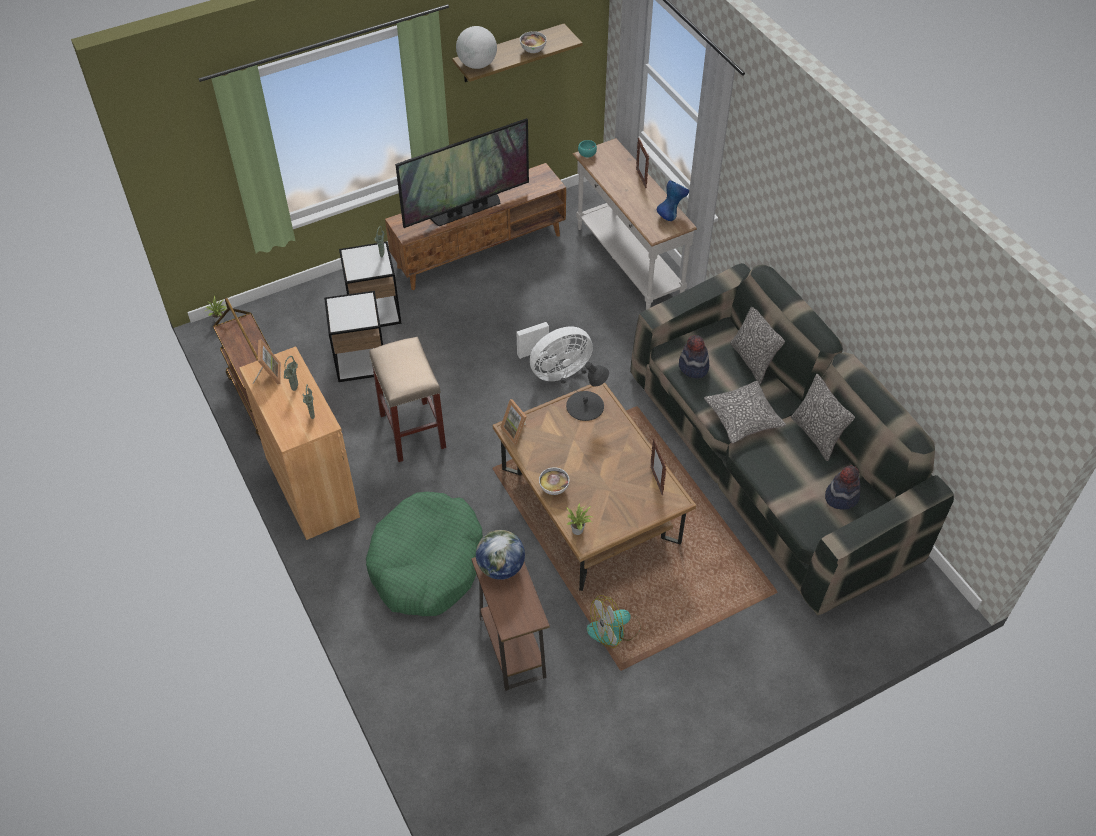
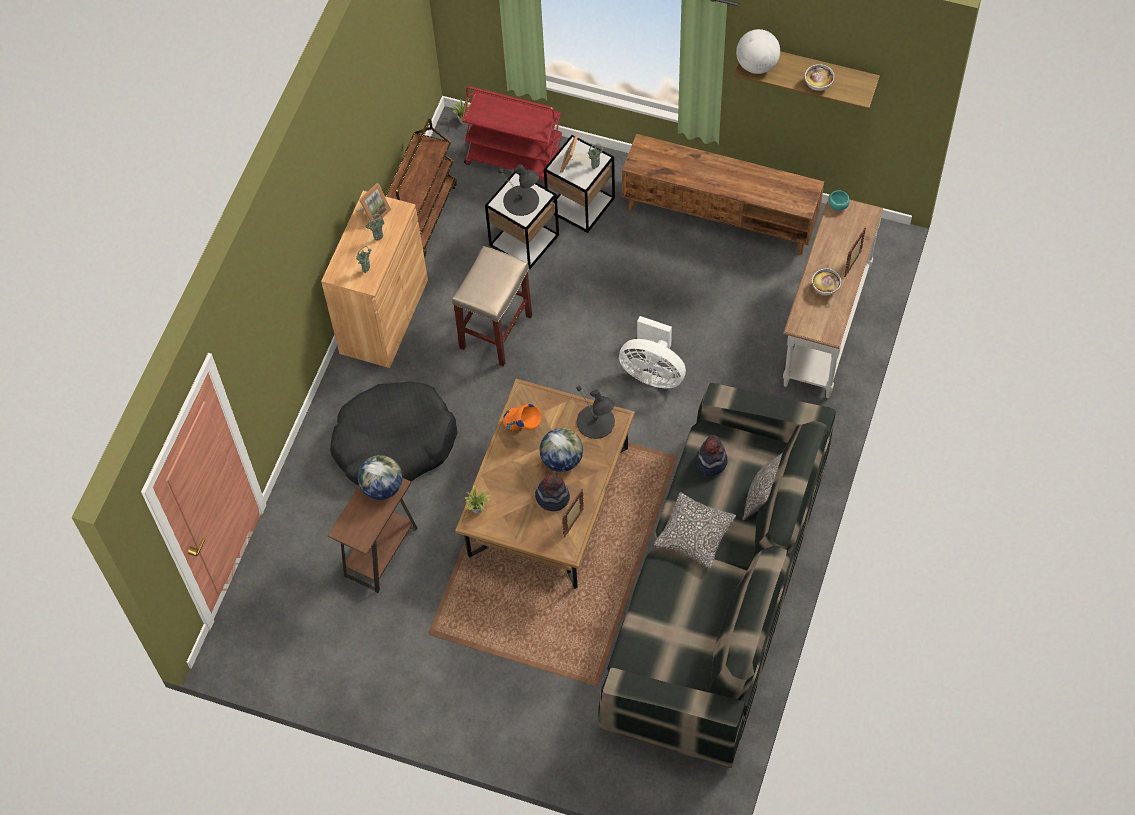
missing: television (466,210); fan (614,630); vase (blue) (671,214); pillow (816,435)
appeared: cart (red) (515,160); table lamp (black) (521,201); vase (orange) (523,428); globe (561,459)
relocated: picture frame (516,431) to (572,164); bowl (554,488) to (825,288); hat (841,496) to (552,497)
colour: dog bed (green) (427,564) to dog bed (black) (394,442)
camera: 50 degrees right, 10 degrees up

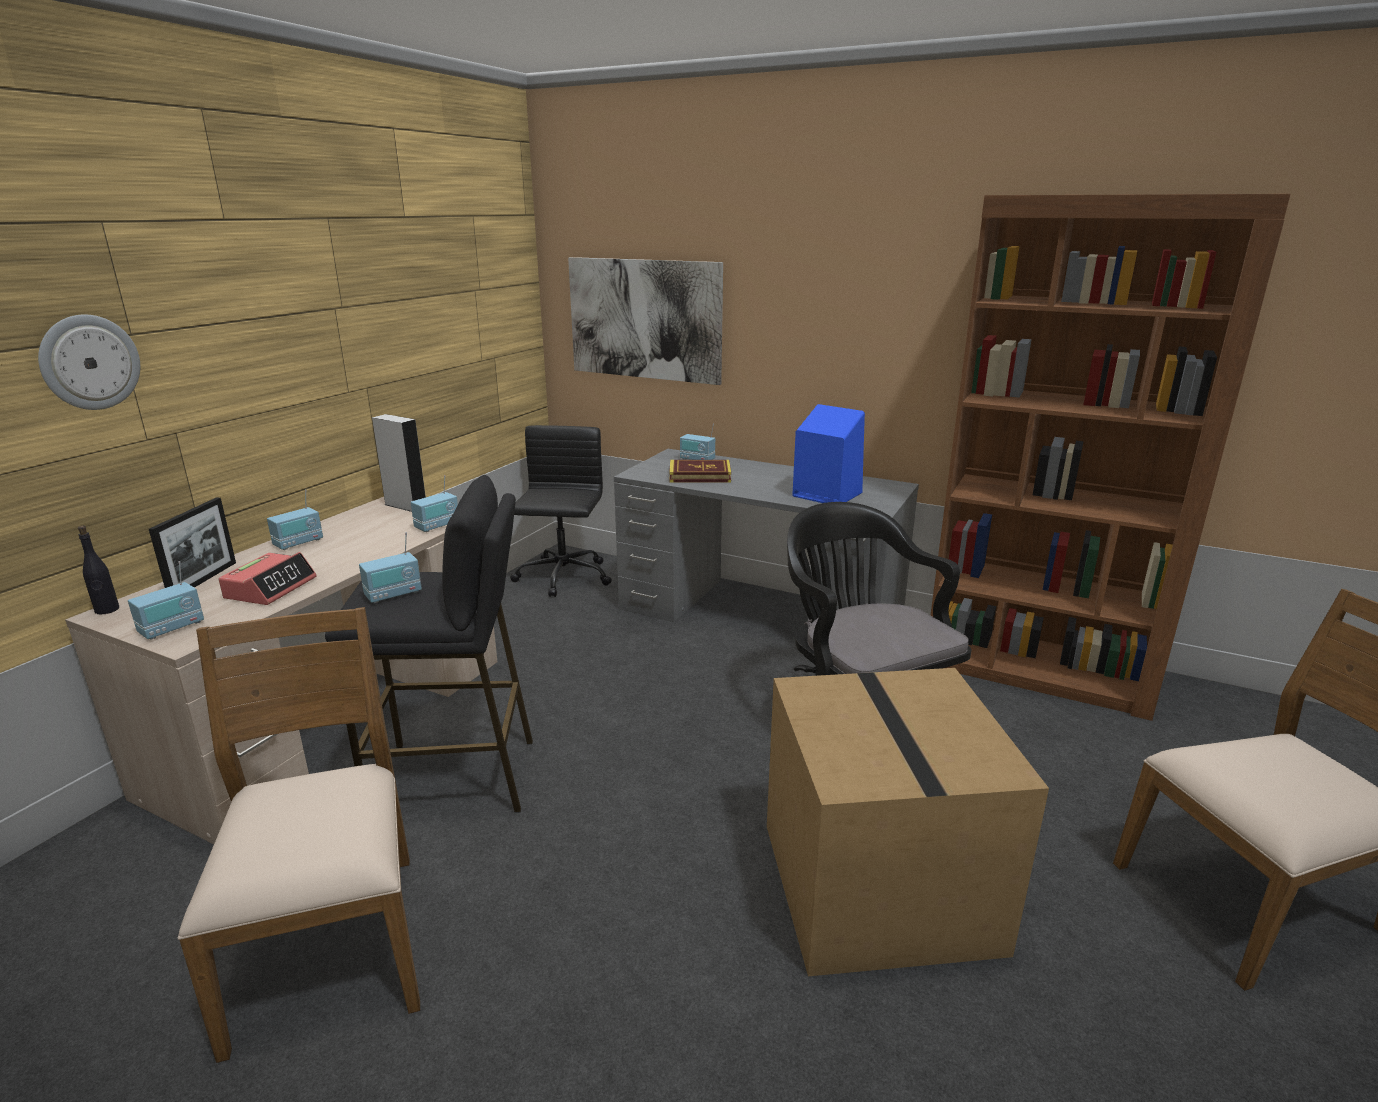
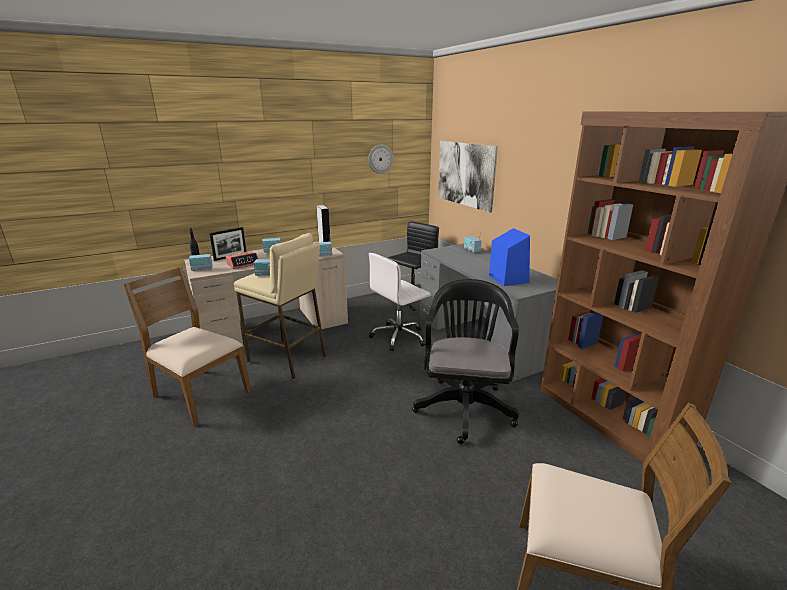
missing: book (700,475); cardboard box (882,887)
appeared: office chair (white) (399,337)
relocated: wall clock (89,362) to (380,159)
colour: stool (black) (456,778) to stool (beige) (287,359)
spun: chair (brown) (332,944) = (199,394) 75 degrees counterclockwise
camera: 35 degrees right, 0 degrees up

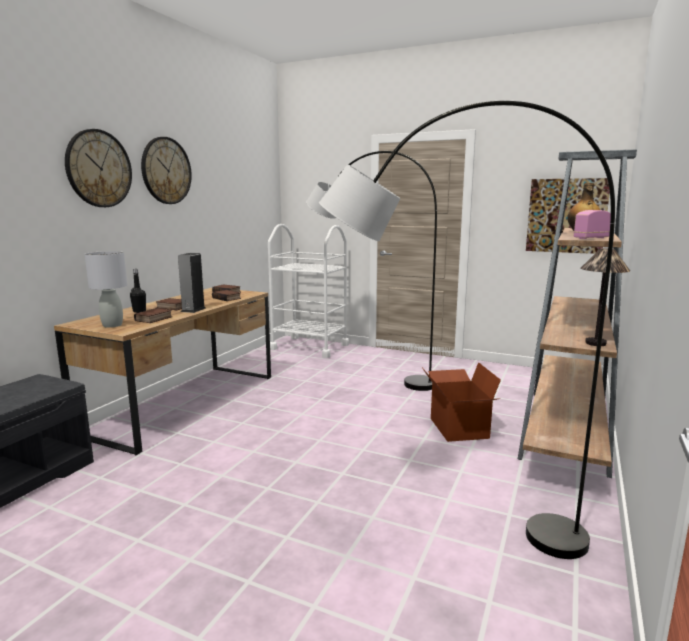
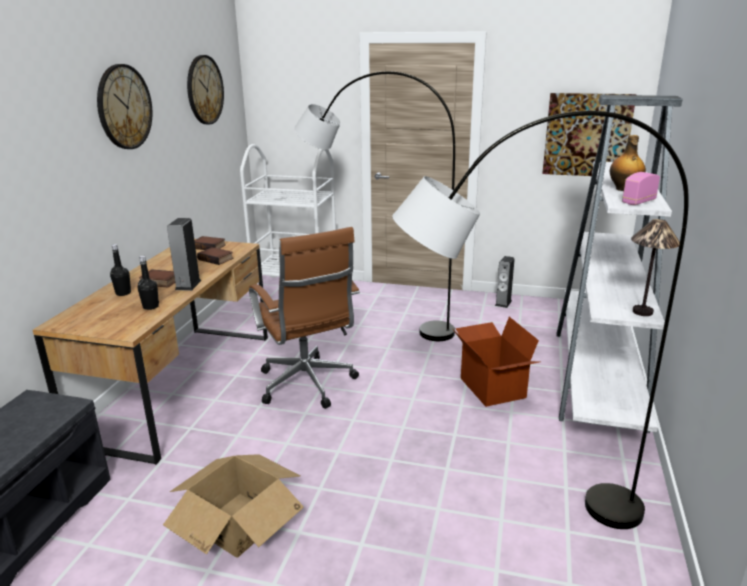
missing: table lamp (grey) (112,325)
appeared: cardboard box (239,524); office chair (brown) (308,386); speaker (503,303)
relocated: wall clock (99,169) to (204,90)
exchanged: book (154,319) to bottle (black) (150,307)
colour: bookcase (brown) (566,430) to bookcase (white) (597,378)
camera: 10 degrees left, 10 degrees up

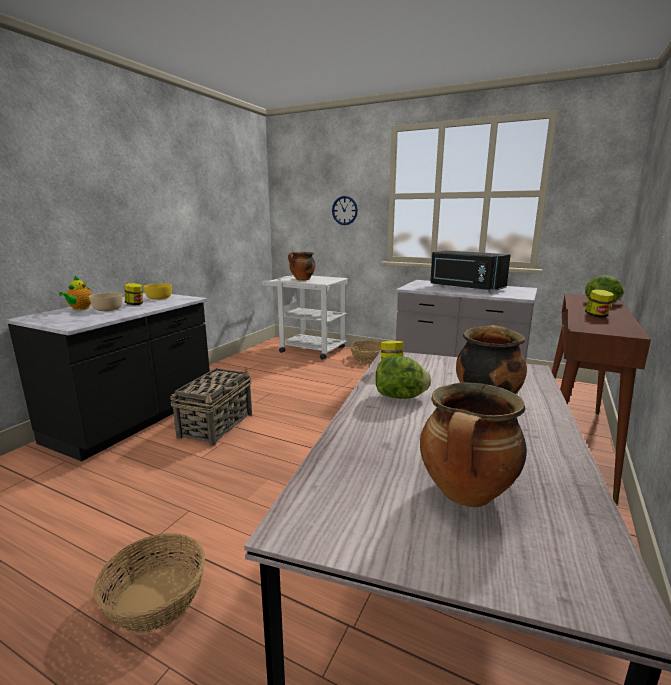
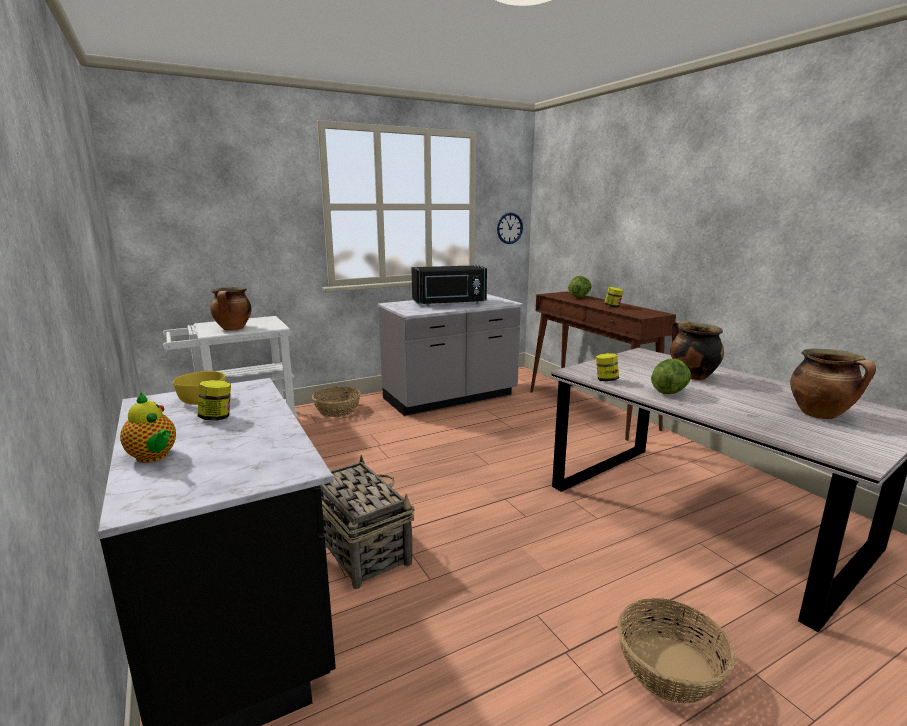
missing: bowl (beige) (107,309)
relocated: wall clock (344,210) to (509,228)
camera: 55 degrees left, 0 degrees up

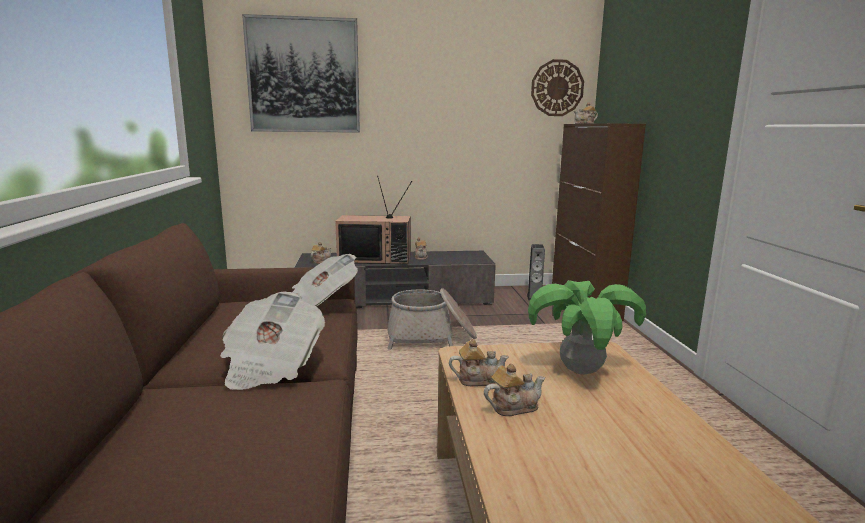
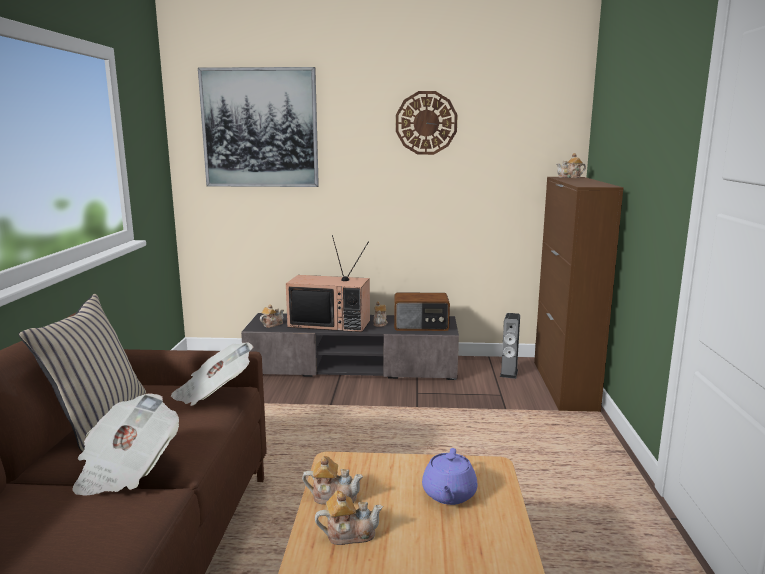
missing: basket (431,337)
appeared: pillow (beige) (97,419); radio (421,326)
relocated: wall clock (557,88) to (426,123)
exchanged: potted plant (581,370) to teapot (purple) (448,494)
camera: 10 degrees right, 0 degrees up

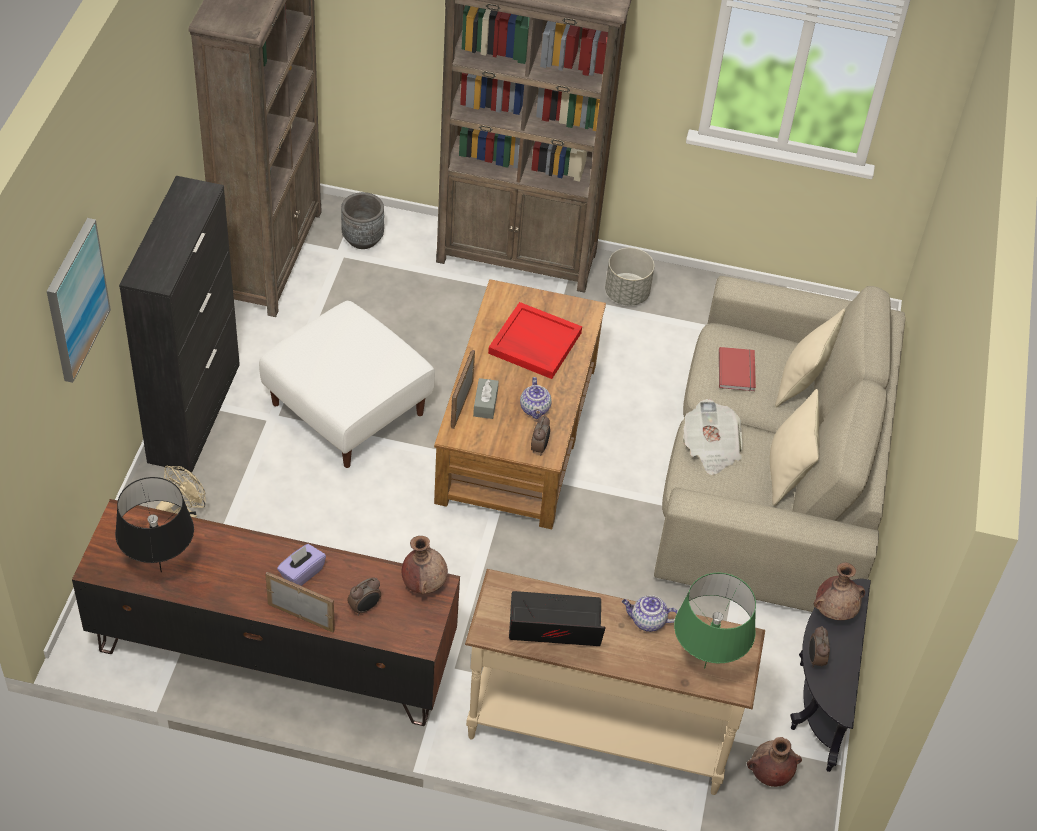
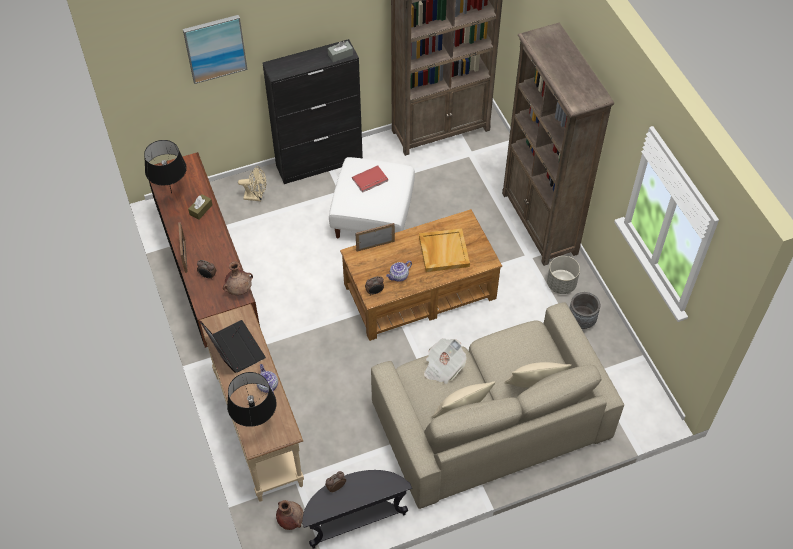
missing: tissue box (purple) (301,573); vase (brown) (835,611)
appeared: tissue box (brown) (201,210)
relocated: planter (grey) (363,239) to (581,320); tissue box (grey) (485,403) to (340,55); book (red) (738,370) to (370,180)
colour: tray (red) (534,343) to tray (beige) (443,251); table lamp (green) (704,668) to table lamp (black) (256,425)
camera: 60 degrees right, 5 degrees up

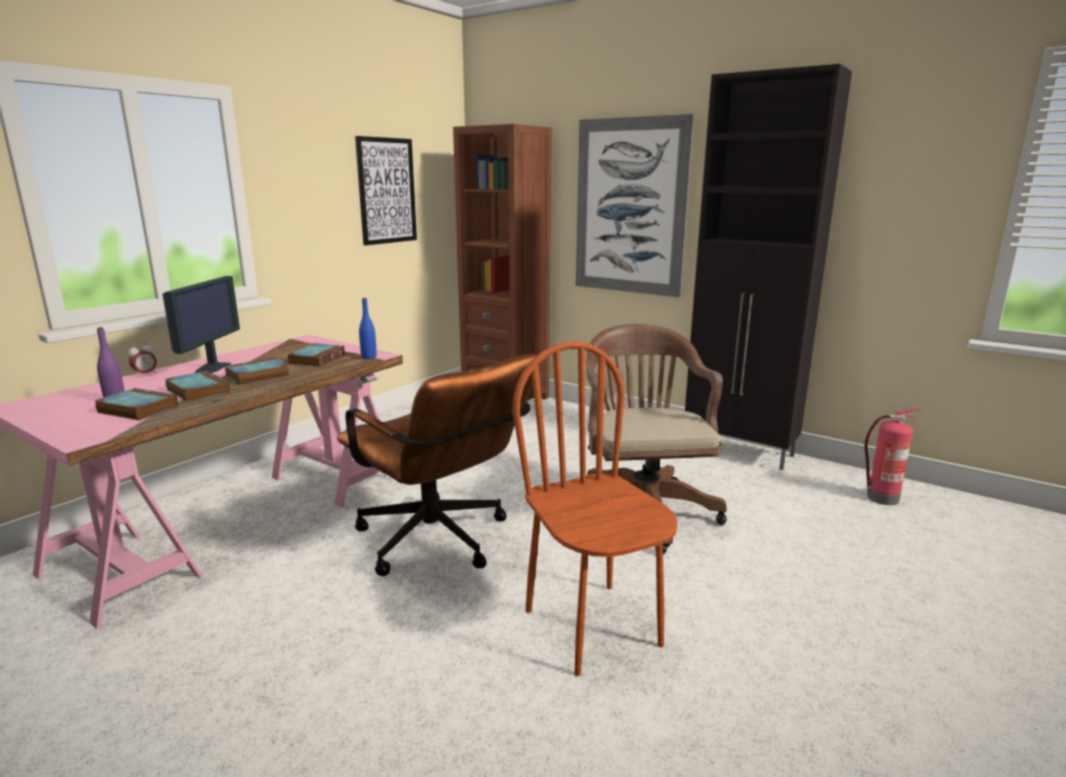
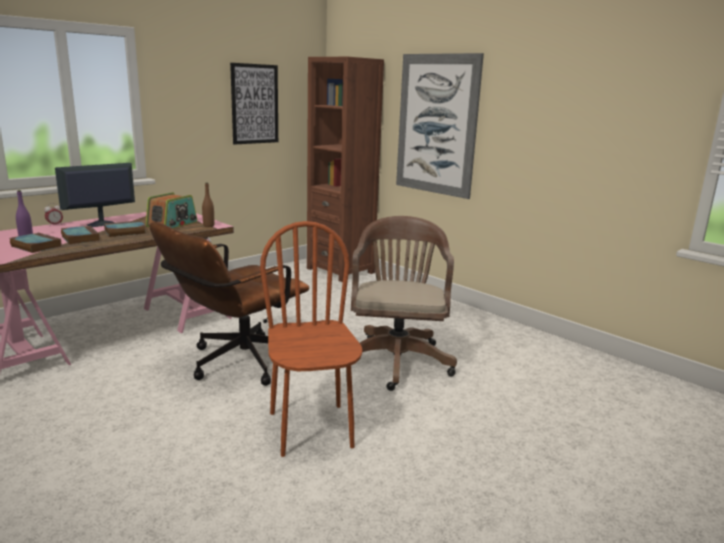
missing: cabinet (black) (740,452); fire extinguisher (881,498)
exchanged: book (317,359) to radio (172,224)
colour: bottle (blue) (369,357) to bottle (brown) (208,226)
spun: monitor (213,367) = (101,224) 150 degrees counterclockwise; office chair (brown) (440,543) = (236,364) 75 degrees clockwise
camera: 10 degrees right, 0 degrees up

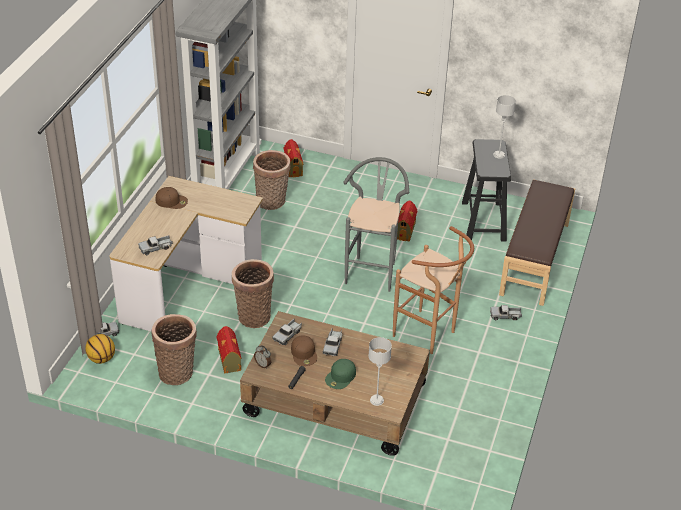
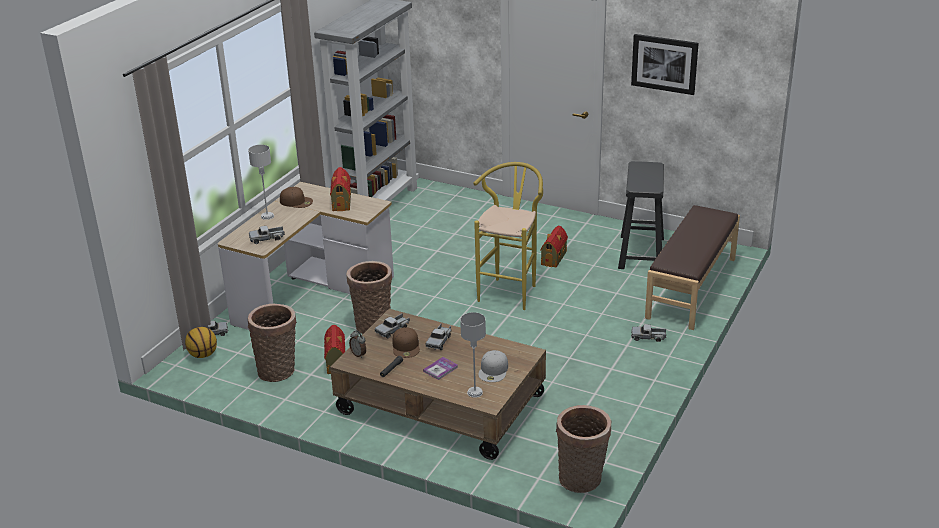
missing: stool (brown) (429,335)
appeared: cap (white) (493,370); picture (664,63)
relocated: basket (272,202) to (582,480); toy house (293,167) to (342,202); table lamp (grey) (499,155) to (267,216)
exchanged: cap (green) (341,377) to book (440,369)
colour: stool (grey) (372,270) to stool (yellow) (510,291)
camera: 10 degrees right, 10 degrees down

